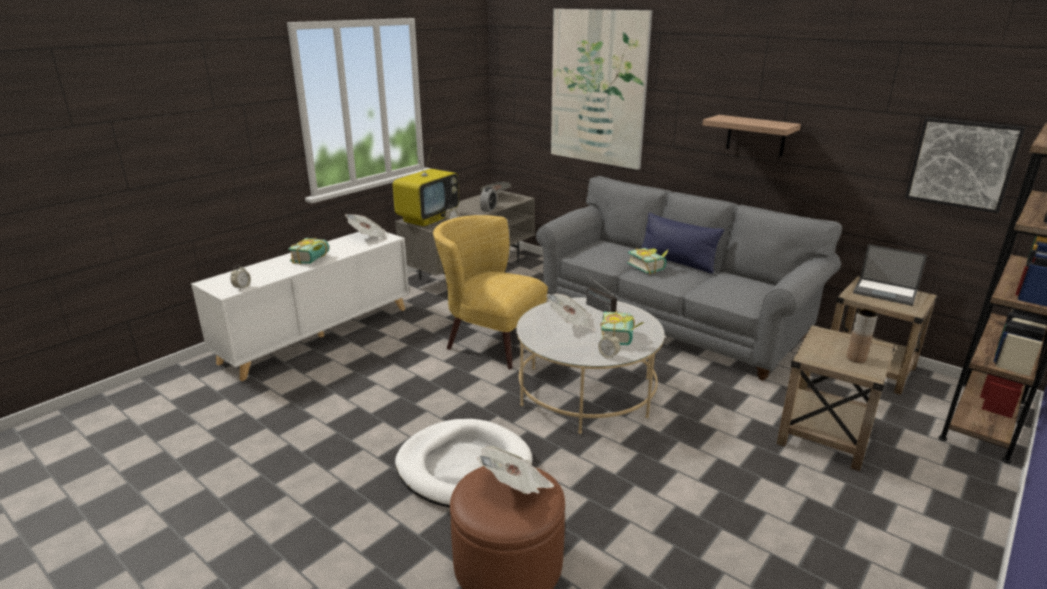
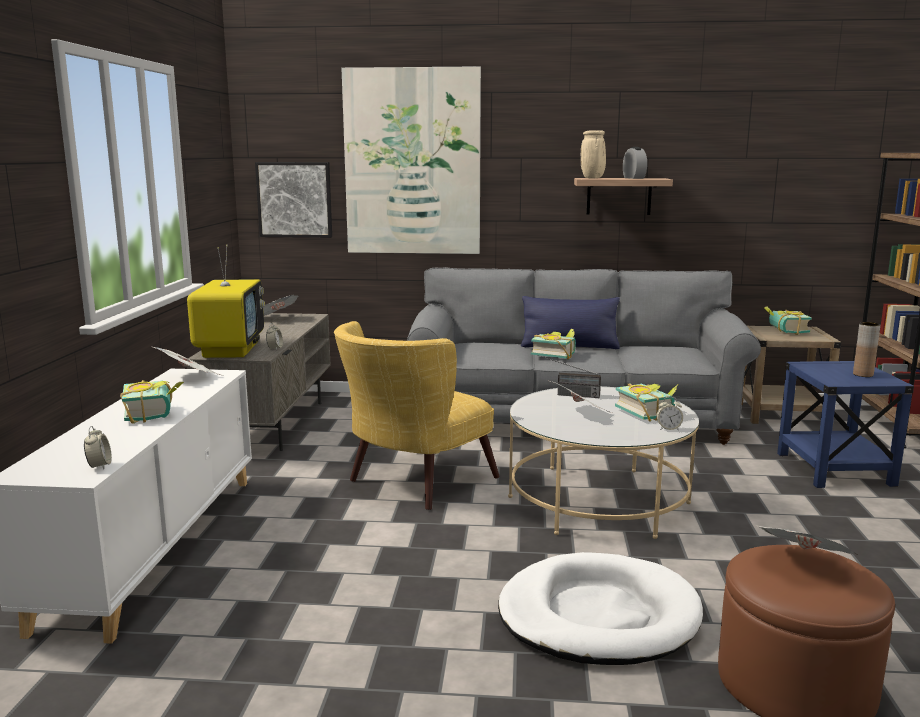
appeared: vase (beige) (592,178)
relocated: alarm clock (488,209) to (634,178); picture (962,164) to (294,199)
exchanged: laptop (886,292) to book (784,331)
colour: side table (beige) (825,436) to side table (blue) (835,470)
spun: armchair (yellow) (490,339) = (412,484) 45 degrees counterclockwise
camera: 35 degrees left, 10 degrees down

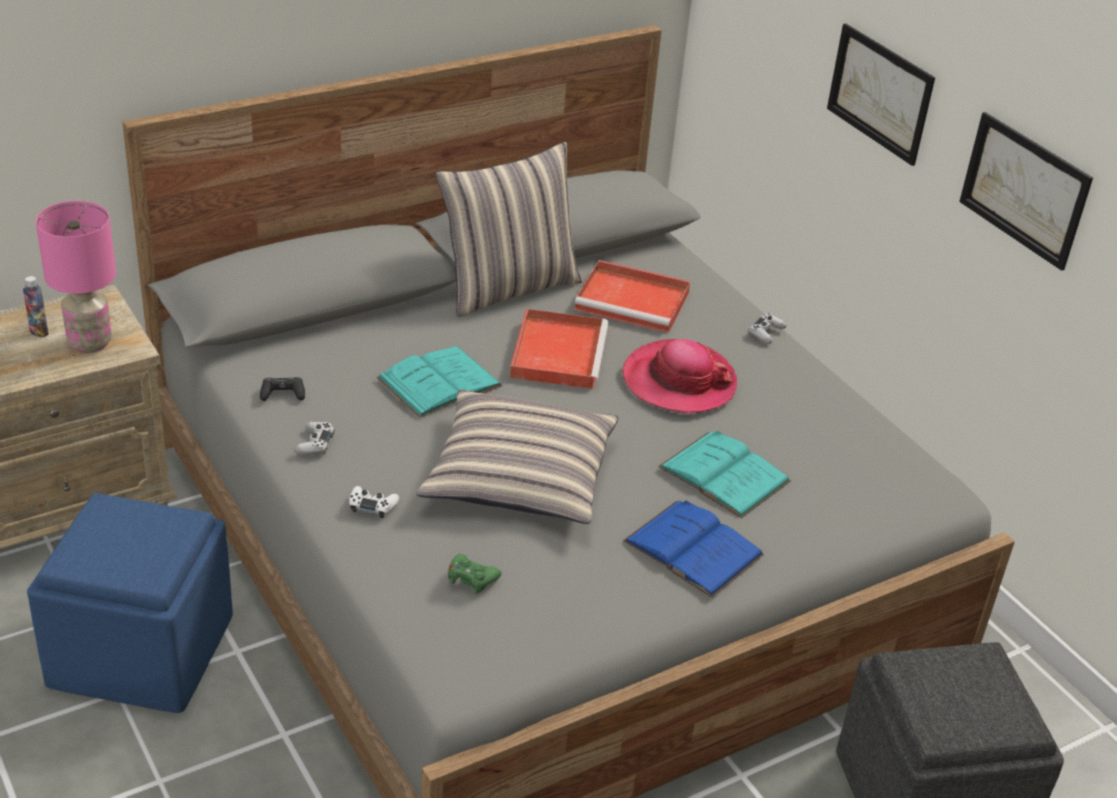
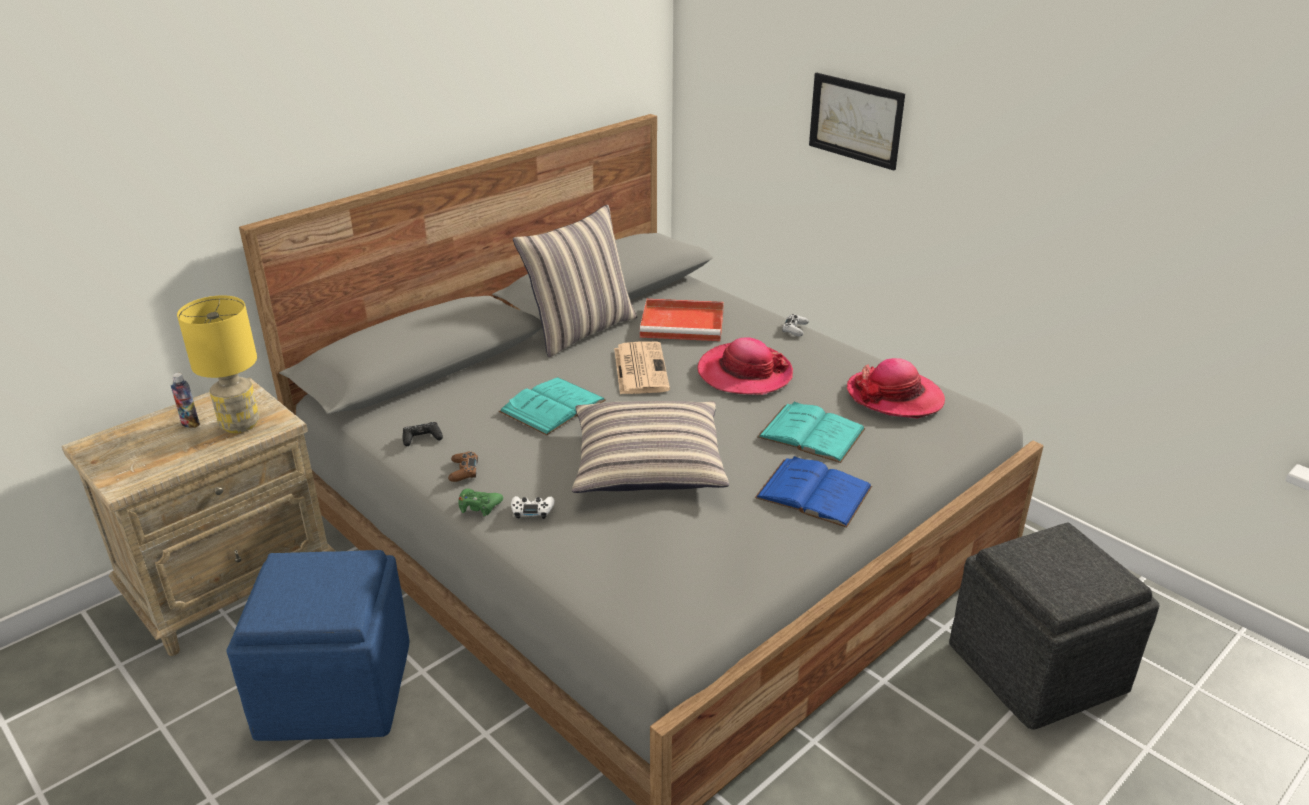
missing: picture (1024,189)
appeared: hat (894,397)
relocated: game controller (green) (471,579) to (479,506)
exchanged: tray (red) (558,352) to newspaper (640,368)
colour: table lamp (pink) (89,342) to table lamp (yellow) (240,424); game controller (white) (315,443) to game controller (brown) (464,471)
camera: 10 degrees left, 5 degrees down

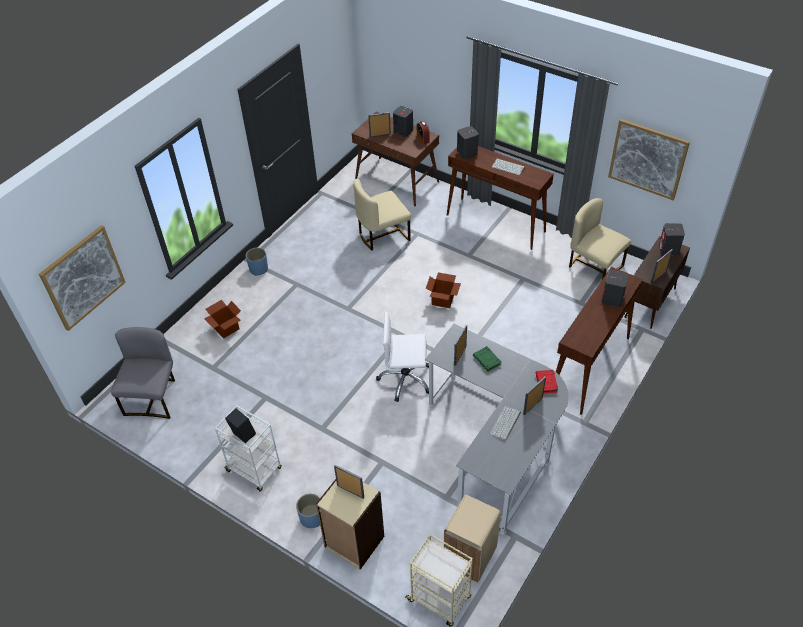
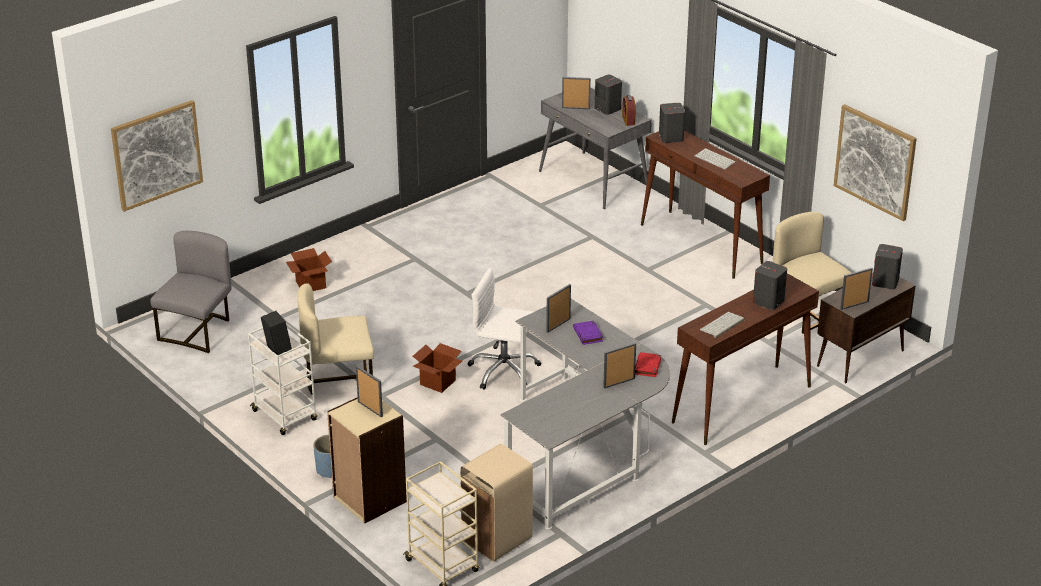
missing: planter (blue) (258,269)
relocated: chair (beige) (383,235) to (339,379); cardboard box (442,300) to (437,382); keyboard (505,424) to (722,325)
colour: desk (brown) (397,181) to desk (grey) (594,180); book (green) (487,360) to book (purple) (588,335)
camera: 15 degrees right, 15 degrees down

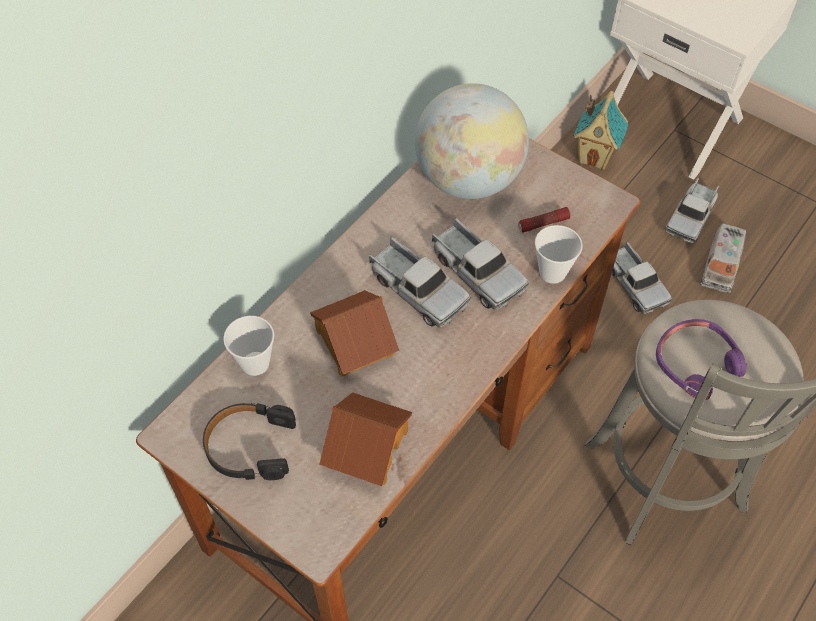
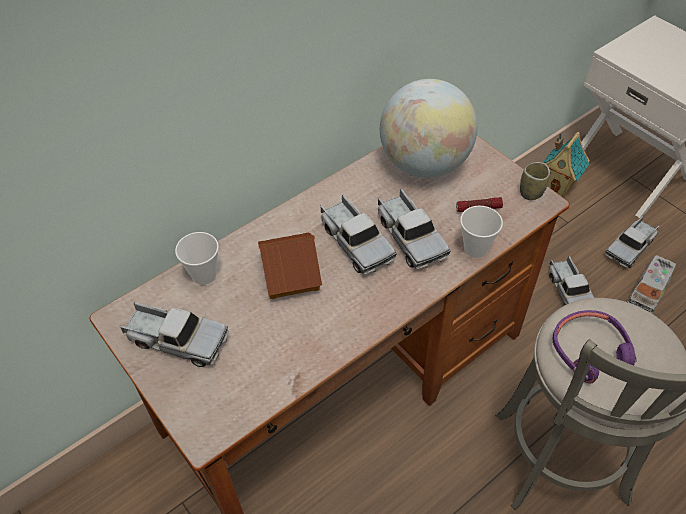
missing: toy house (366,446)
appeared: cup (531,192)
exchanged: headphones (black) (250,446) to toy truck (177,340)
camera: 15 degrees right, 5 degrees down

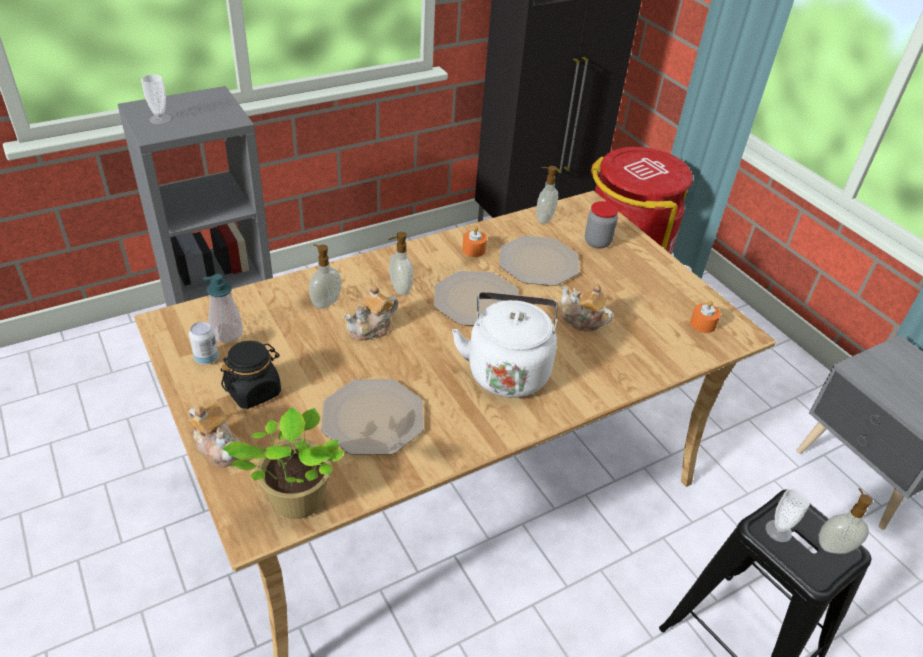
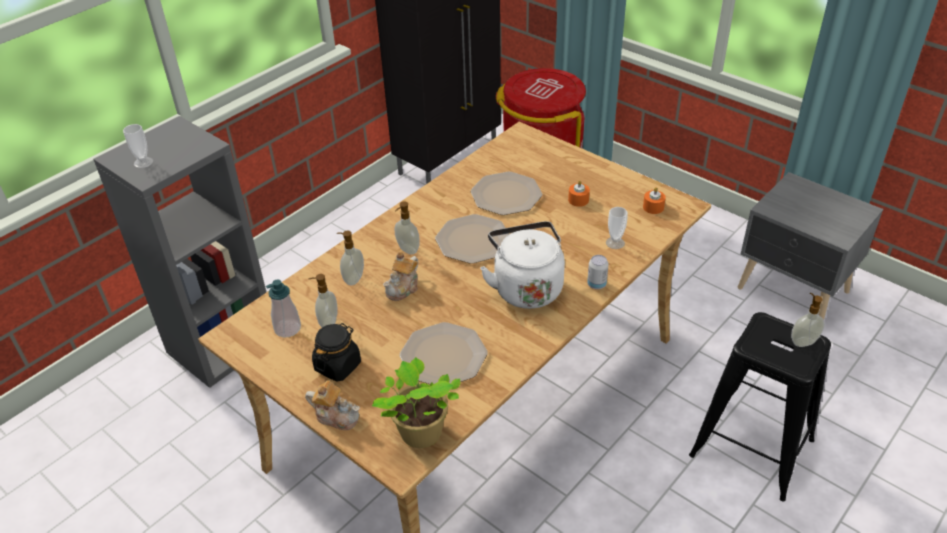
missing: teapot (581,320); jar (597,242)
relocated: can (206,358) to (596,284); candle (orange) (473,250) to (578,200); soap dispenser (543,218) to (328,323); cup (778,531) to (615,243)
camera: 15 degrees left, 0 degrees up

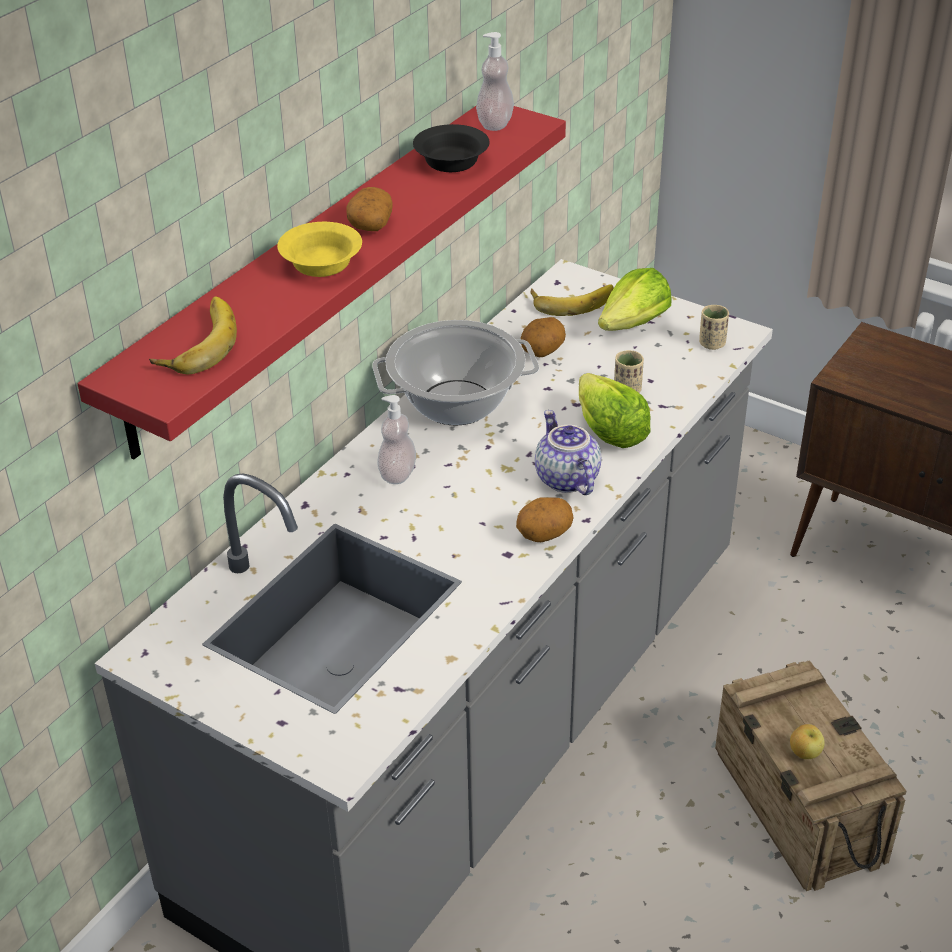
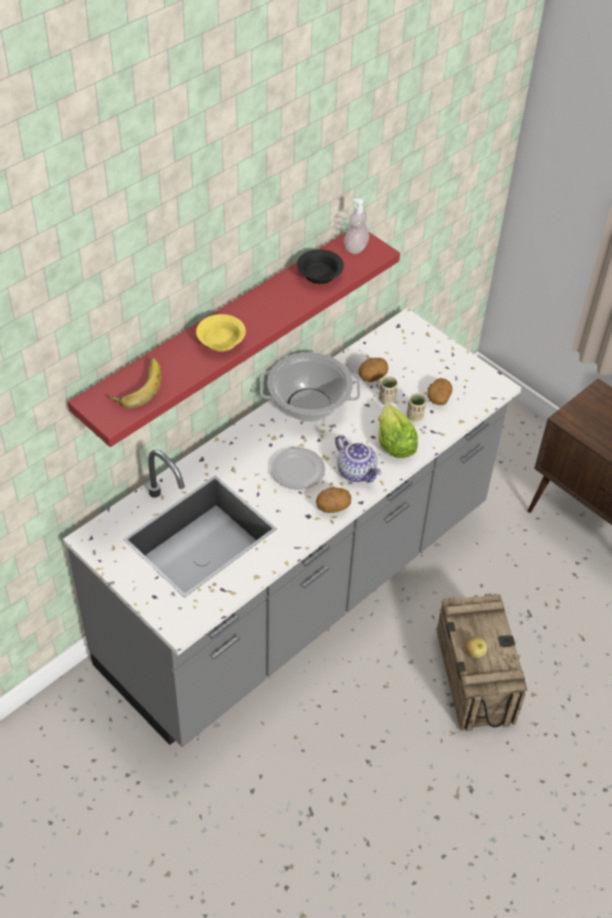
missing: soap dispenser (397,474); banana (571,300); lettuce (634,324)
appeared: plate (298,470)
relocated: potato (370,223) to (438,397); cup (beige) (712,344) to (387,399)
spun: teapot (565,479) = (357,471) 150 degrees clockwise
camera: 10 degrees right, 10 degrees up

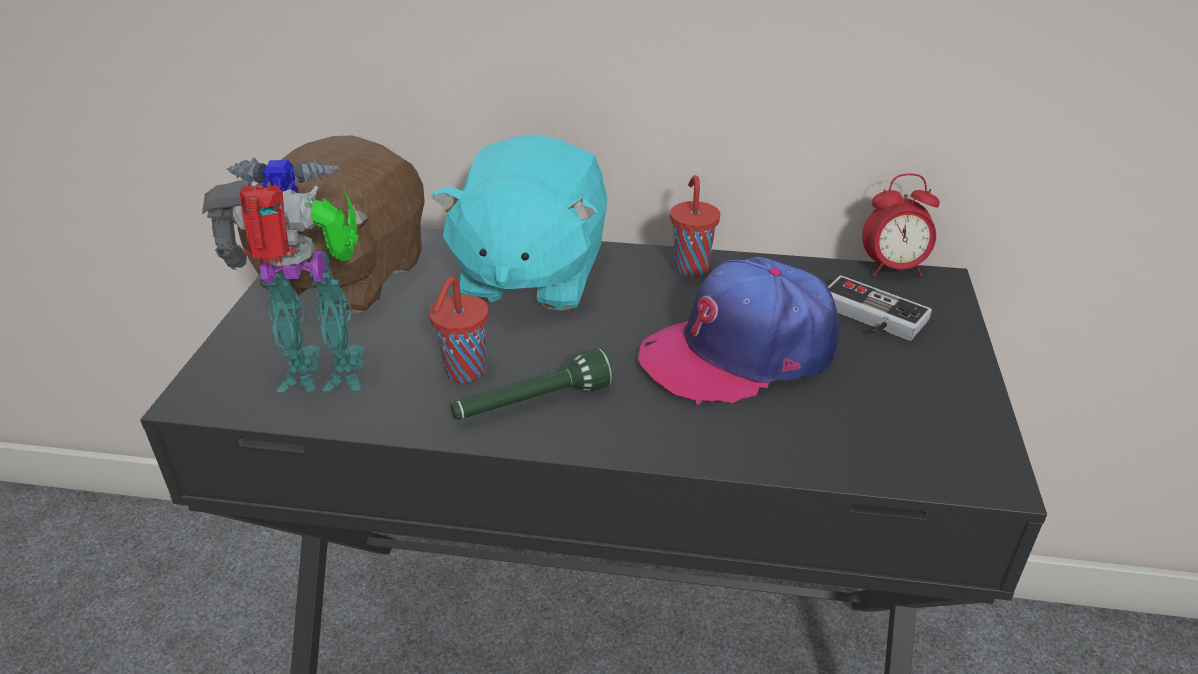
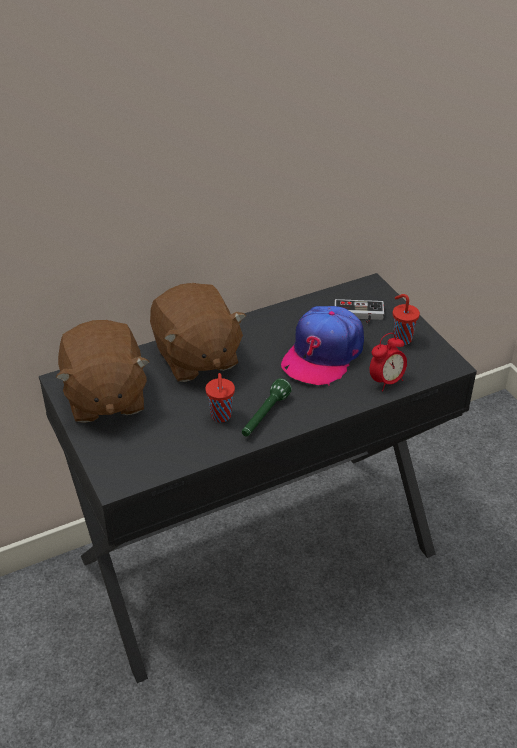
missing: toy robot (327,376)
relocated: cup (red) (690,267) to (401,339); alarm clock (893,269) to (386,381)
colour: plush toy (turquoise) (530,275) to plush toy (brown) (196,357)
camera: 35 degrees left, 5 degrees up

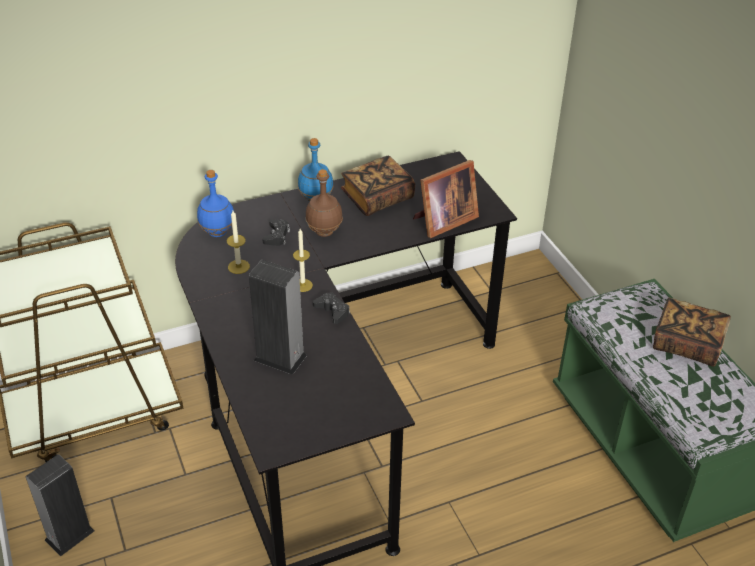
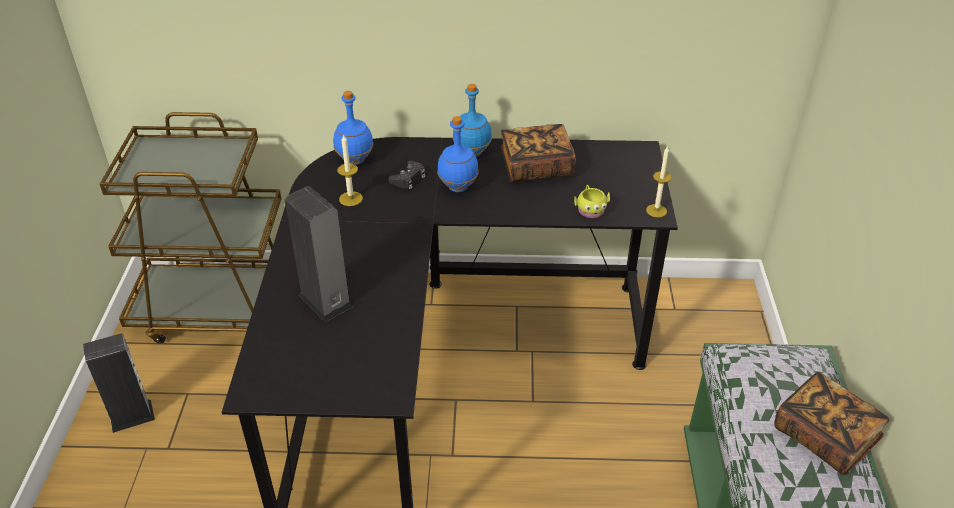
missing: game controller (black) (332,311)
relocated: candle (303,285) to (656,210)
exchanged: picture frame (443,221) to mug (yellow) (590,209)
colour: bottle (brown) (324,231) to bottle (blue) (458,187)
camera: 25 degrees right, 0 degrees up

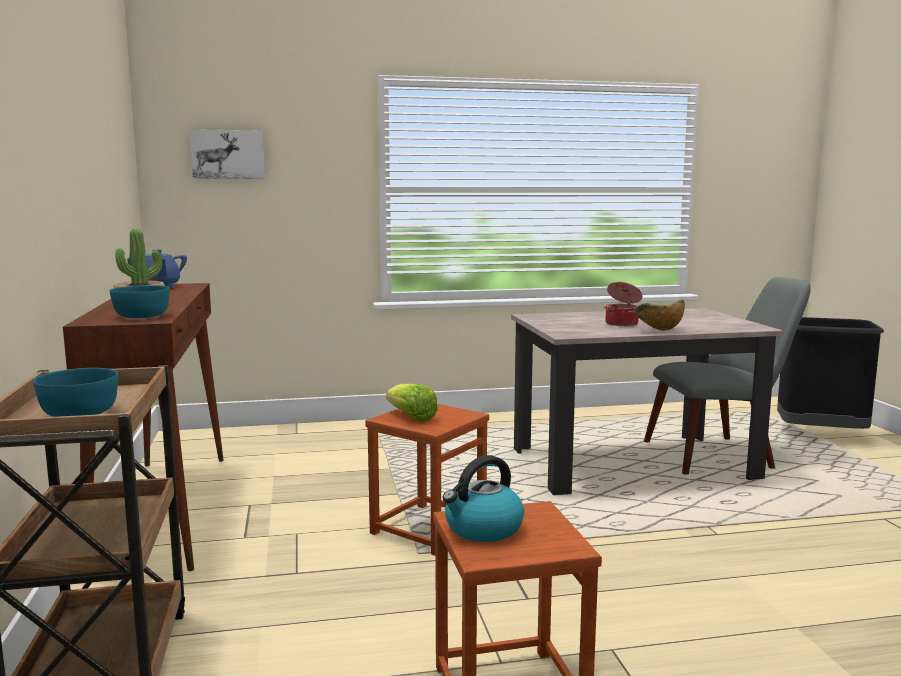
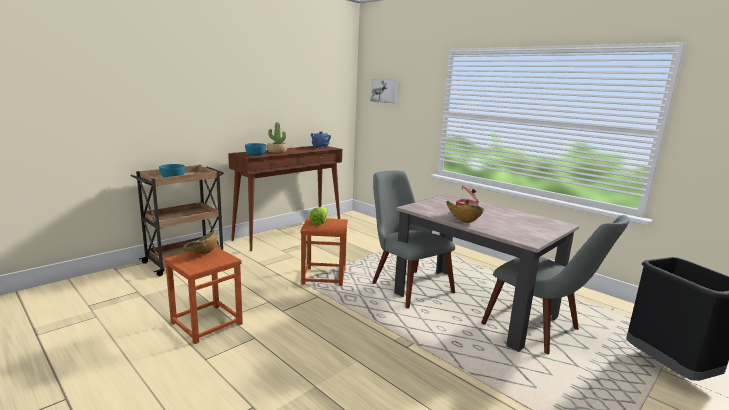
appeared: chair (grey) (405,284)
exchanged: kettle (483,529) to bowl (202,254)
camera: 55 degrees right, 5 degrees up

